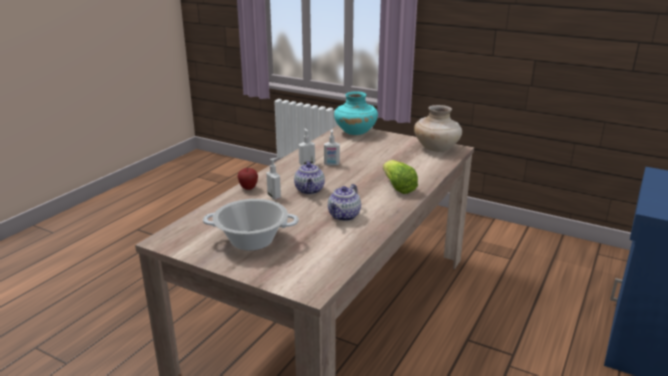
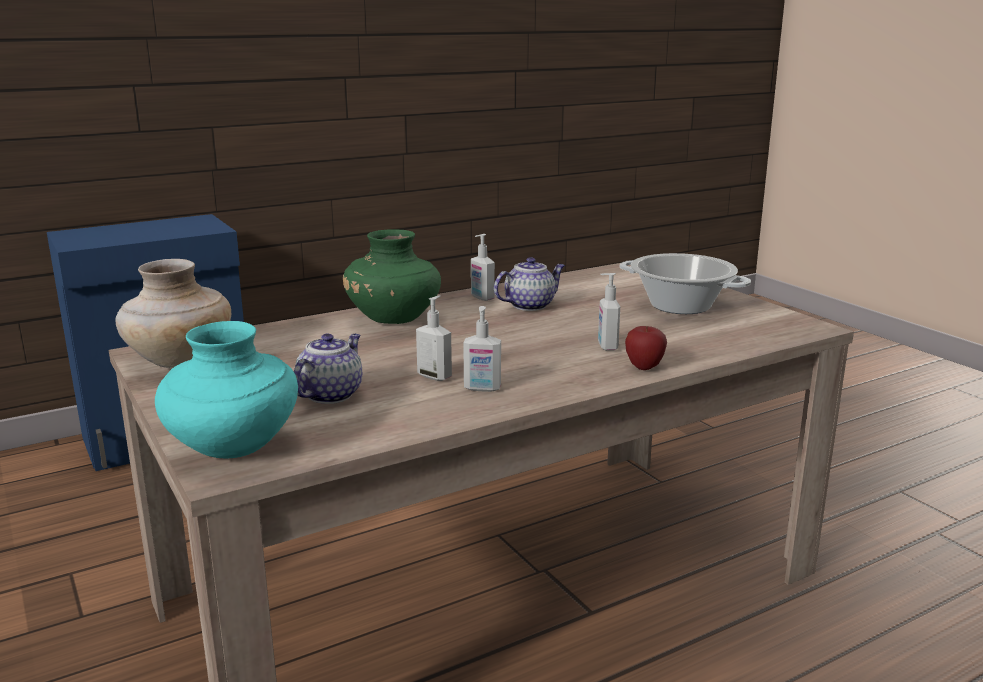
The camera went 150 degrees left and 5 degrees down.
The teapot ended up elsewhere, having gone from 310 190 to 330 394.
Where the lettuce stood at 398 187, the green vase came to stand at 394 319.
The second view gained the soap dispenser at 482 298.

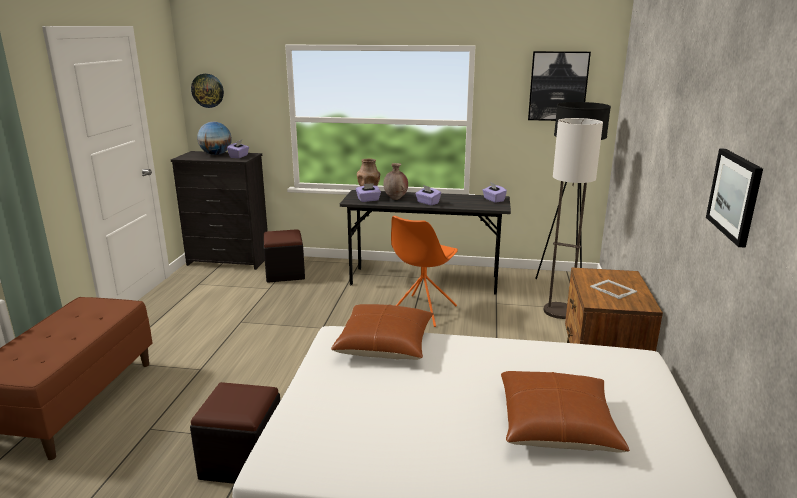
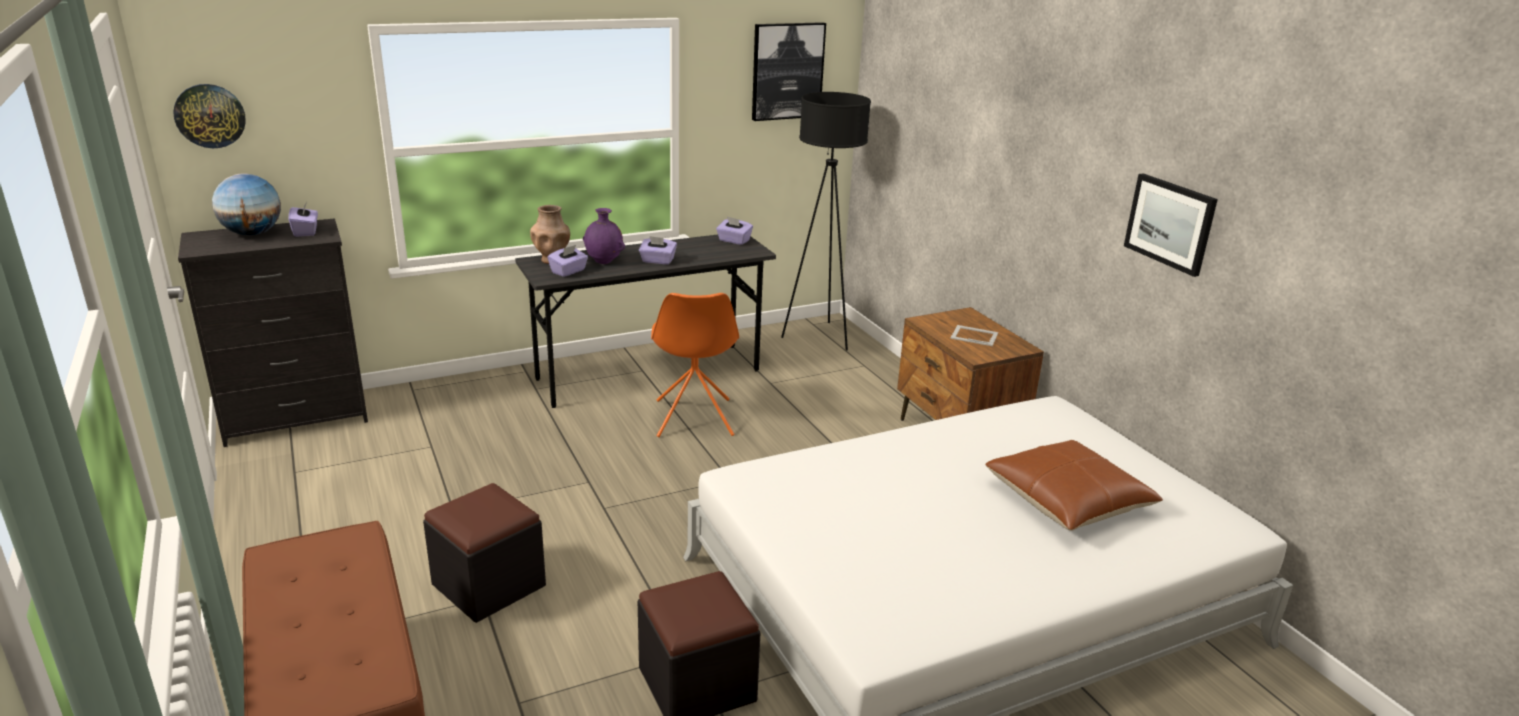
The camera went 35 degrees left and 5 degrees up.
The black ottoman ended up elsewhere, having gone from 285 273 to 489 585.
What was the brown vase at 396 198 turned into the purple vase at 604 262.
The second view lost the brown pillow at 385 344.
The second view lost the floor lamp at 559 311.

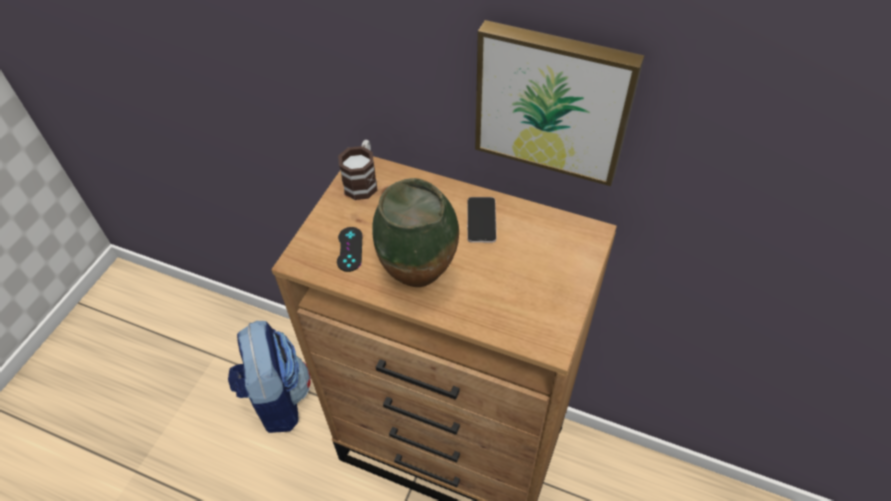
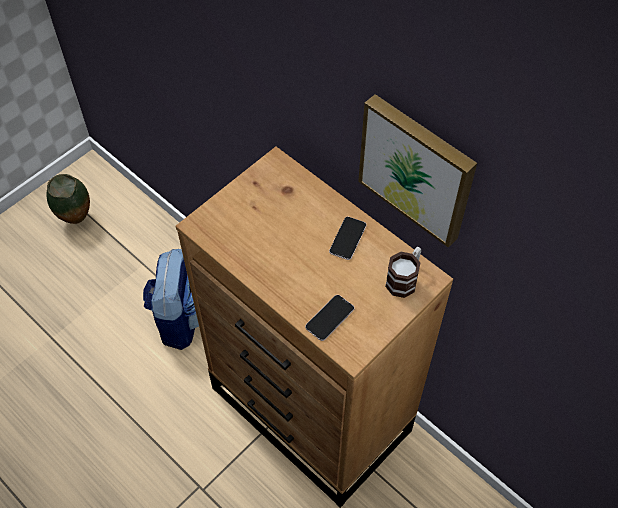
The camera went 20 degrees right and 5 degrees up.
The vase ended up elsewhere, having gone from 420 281 to 77 221.
The second view gained the phone at 329 318.
The mug ended up elsewhere, having gone from 363 181 to 404 279.
The second view lost the black game controller at 349 249.

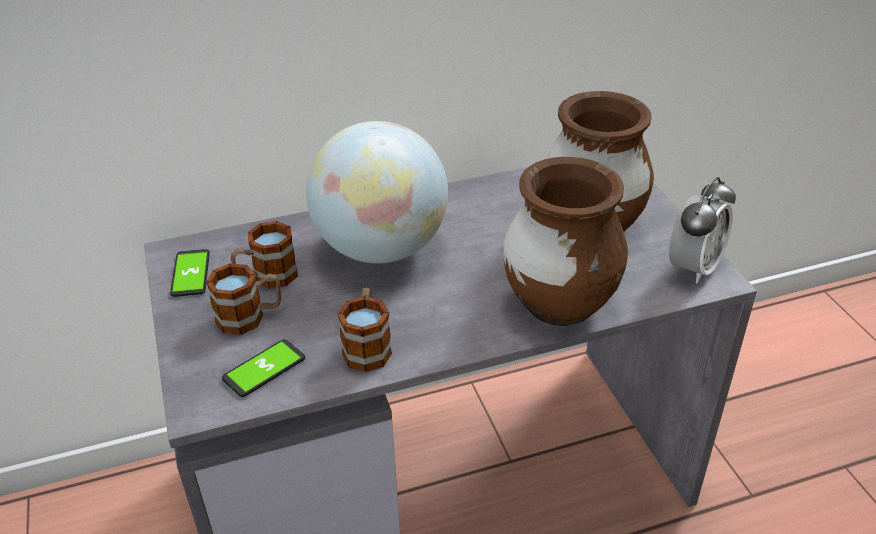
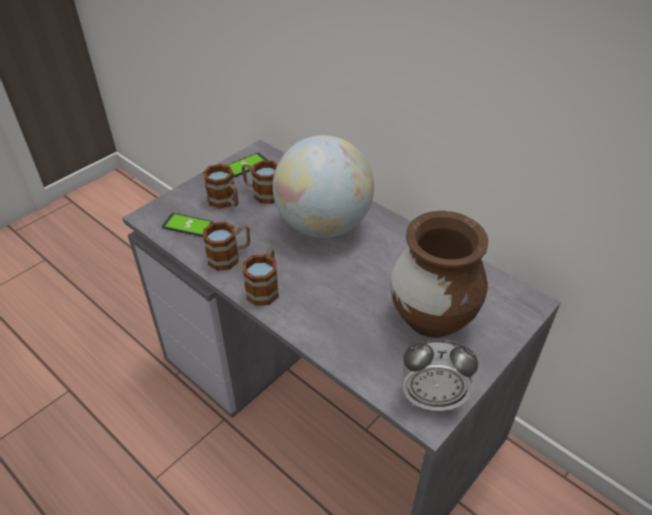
The camera went 60 degrees right and 5 degrees up.
The second view gained the mug at 265 287.
The second view lost the brown vase at 559 304.

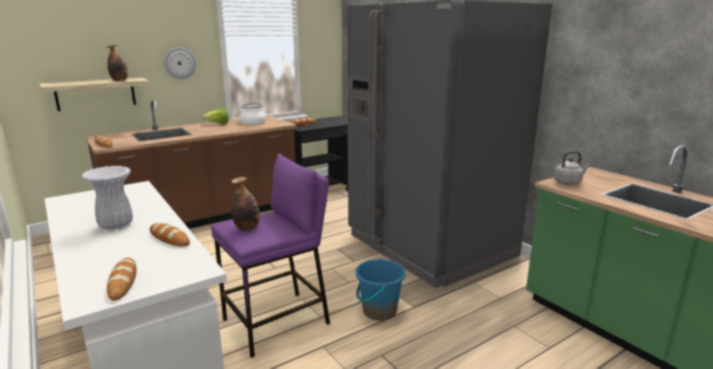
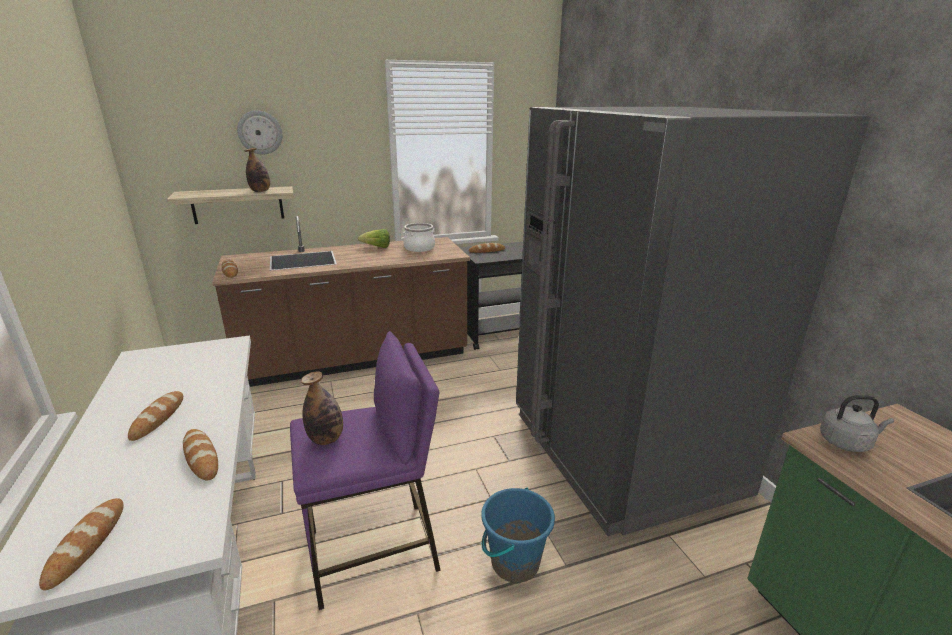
The camera went 15 degrees right and 5 degrees up.
Where the white vase stood at 115 225, the bread came to stand at 158 418.
The wall clock ended up elsewhere, having gone from 180 63 to 260 132.

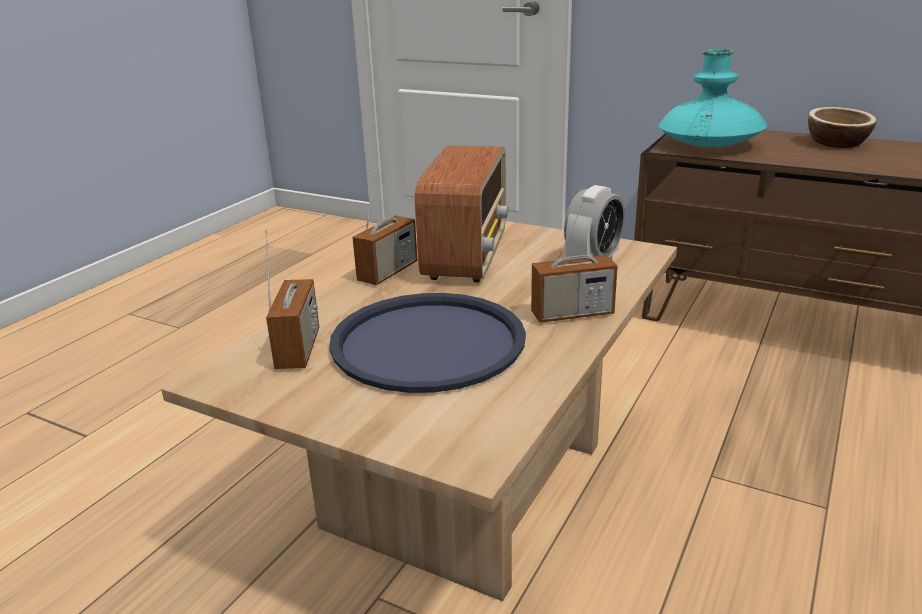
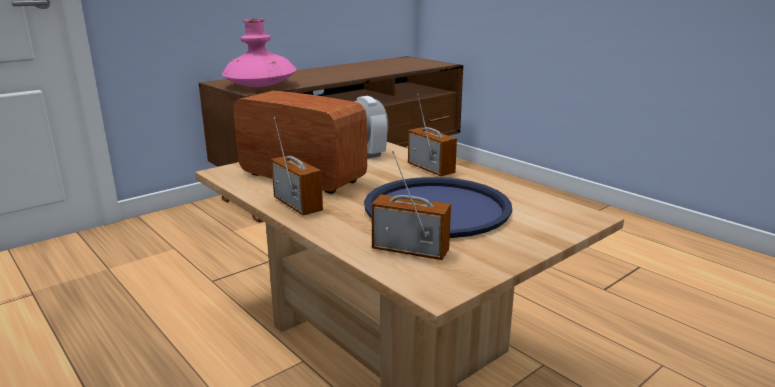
The camera went 70 degrees left and 5 degrees down.
What was the turquoise vase at 709 145 turned into the pink vase at 260 86.
The radio at 572 314 ended up facing another way, 45 degrees counterclockwise from before.
The second view lost the bowl at 836 143.

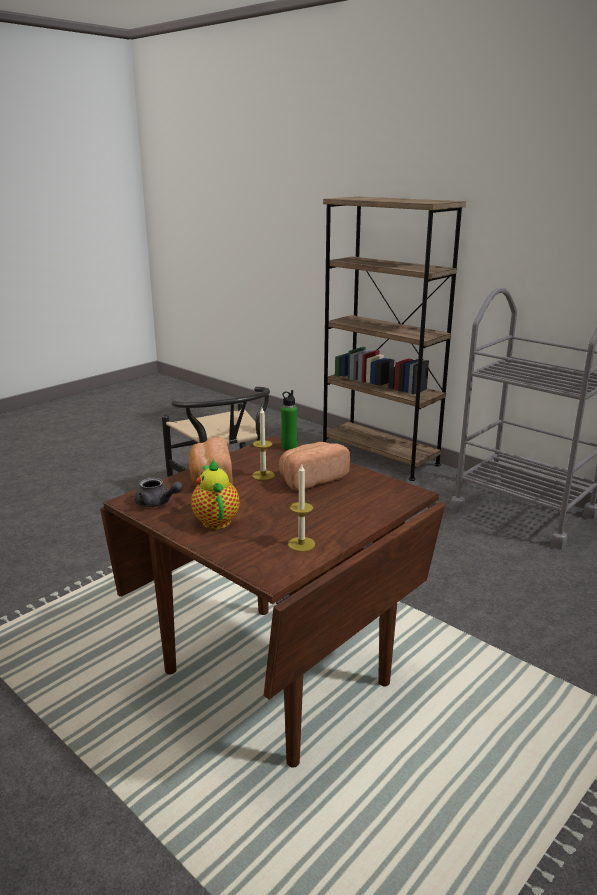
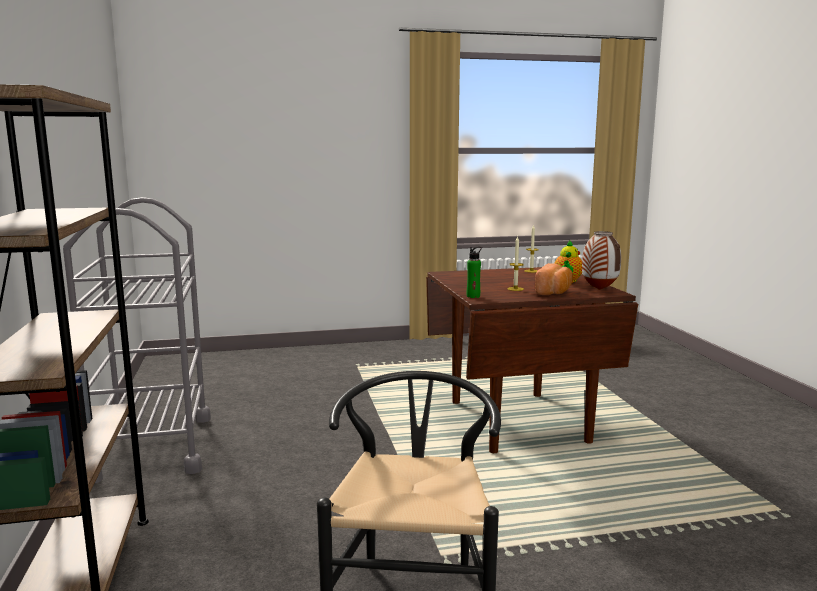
The camera went 145 degrees left and 10 degrees down.
Where the grey teapot stood at 157 503, the vase came to stand at 598 289.
The second view lost the bread at 311 479.

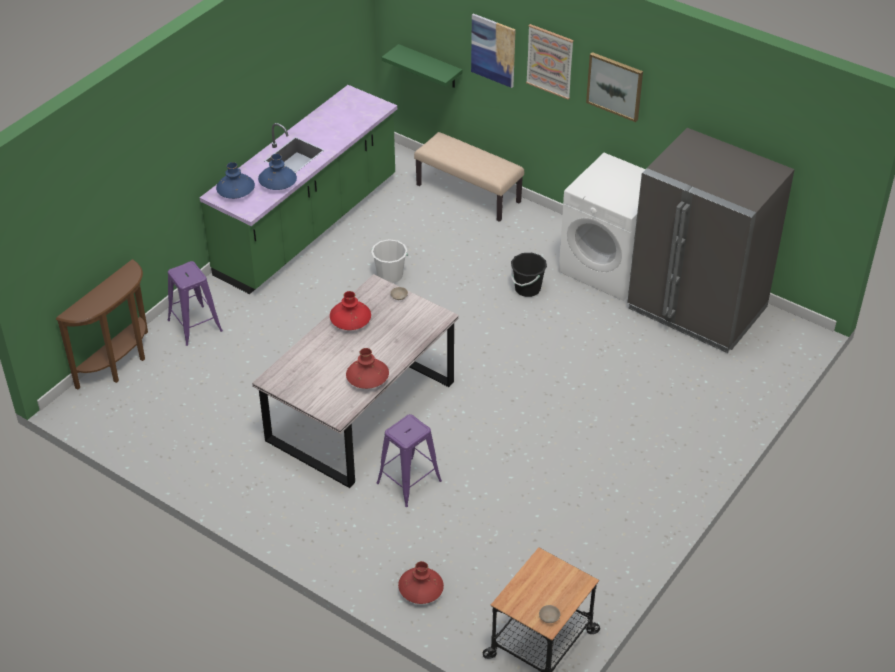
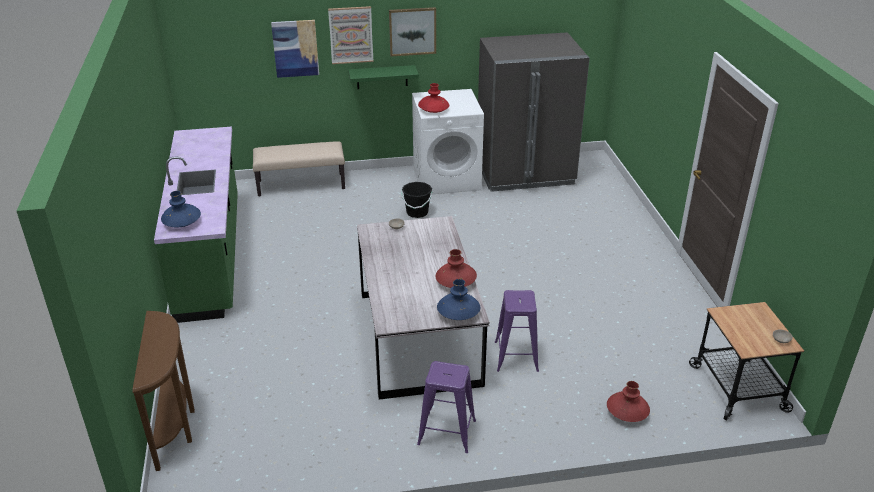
The camera went 45 degrees left and 10 degrees down.
The green shelf ended up elsewhere, having gone from 430 67 to 382 77.
The purple stool ended up elsewhere, having gone from 194 325 to 447 432.
The red vase ended up elsewhere, having gone from 350 321 to 433 110.
The blue vase ended up elsewhere, having gone from 278 184 to 458 313.
The second view lost the white bucket at 390 275.

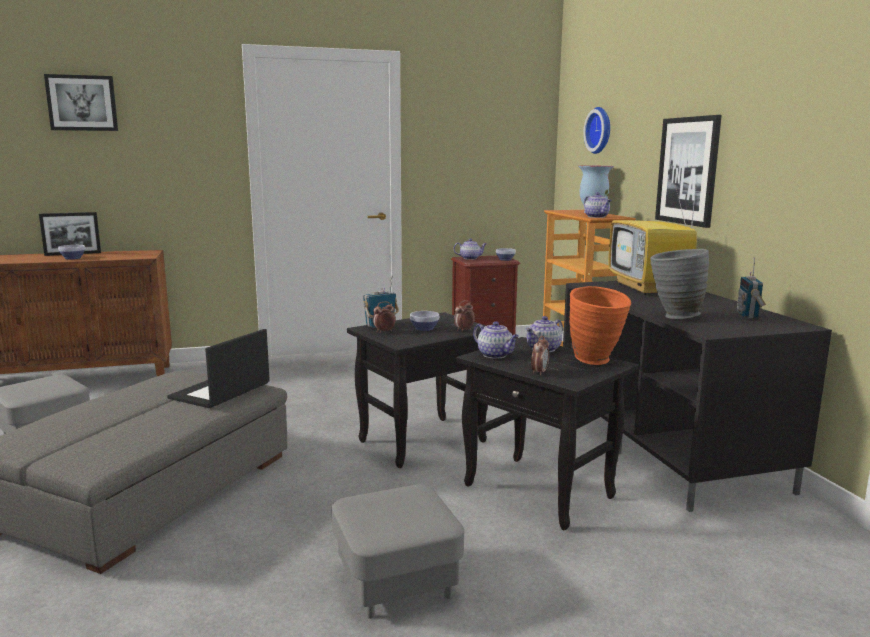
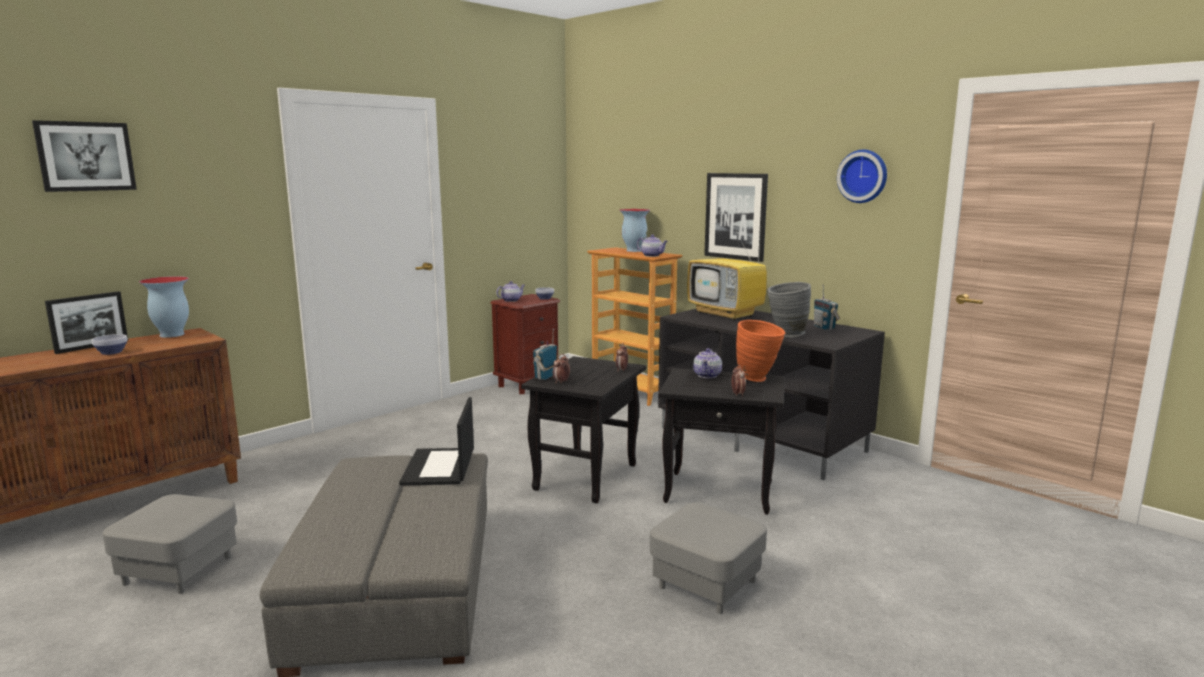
The camera went 30 degrees left and 0 degrees up.
The second view gained the vase at 171 335.
The wall clock ended up elsewhere, having gone from 600 130 to 863 176.
The second view lost the bowl at 425 329.
The second view lost the teapot at 495 355.

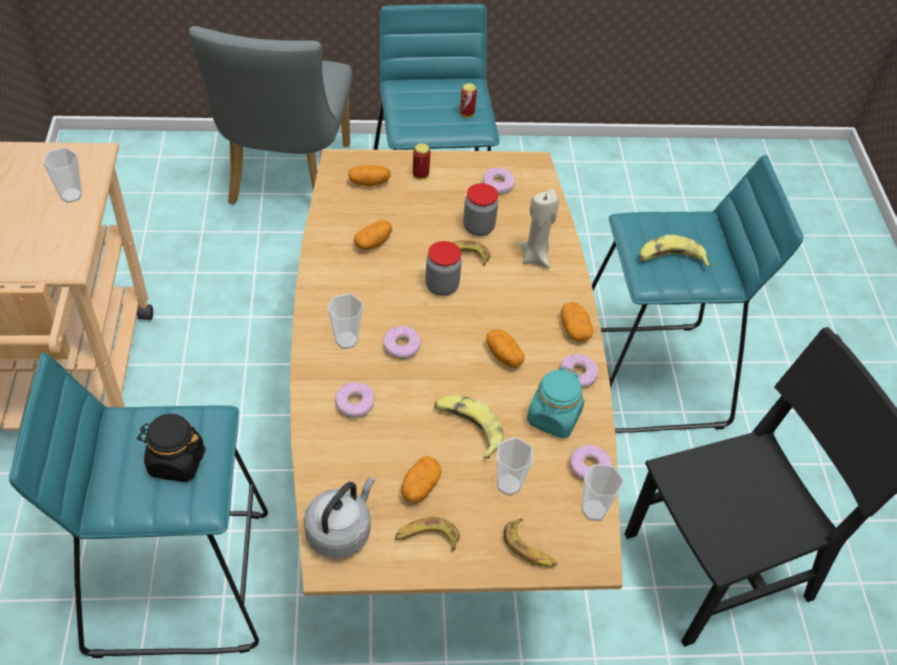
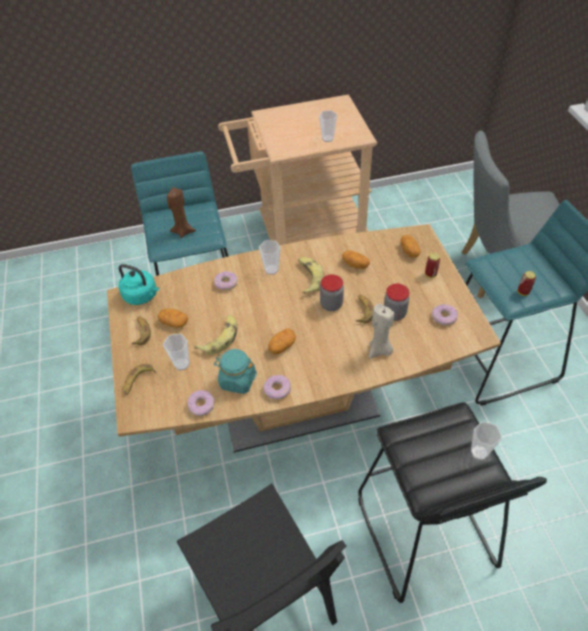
The camera went 85 degrees right and 0 degrees up.
What was the grey kettle at 340 531 turned into the turquoise kettle at 142 296.
Where the black jar stood at 176 461, the brown candle came to stand at 183 231.
The banana ended up elsewhere, having gone from 670 259 to 309 277.
What was the turquoise stool at 649 379 turned into the black stool at 423 532.
The cup ended up elsewhere, having gone from 594 510 to 479 452.
The second view lost the donut at 401 346.
The second view lost the potato at 574 329.

